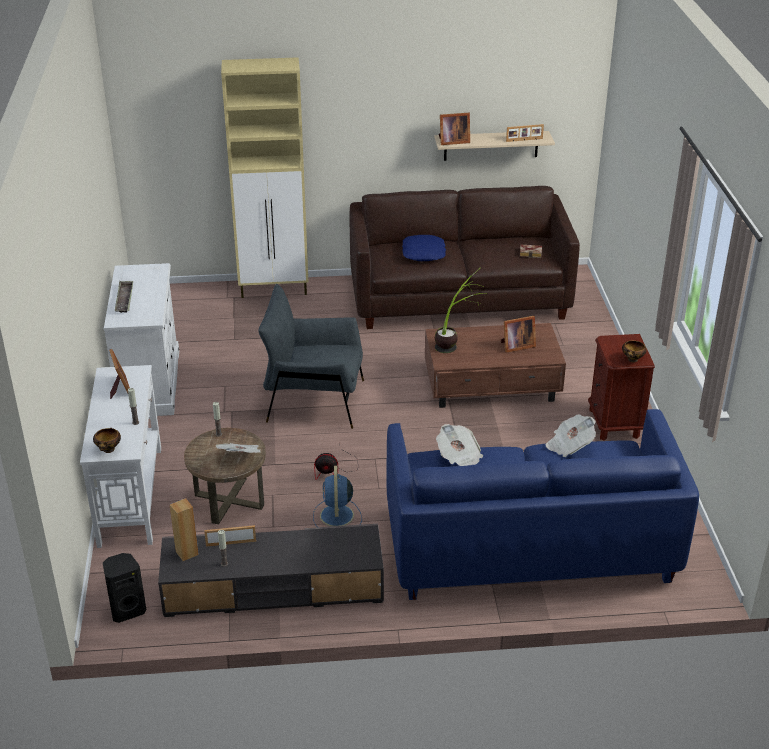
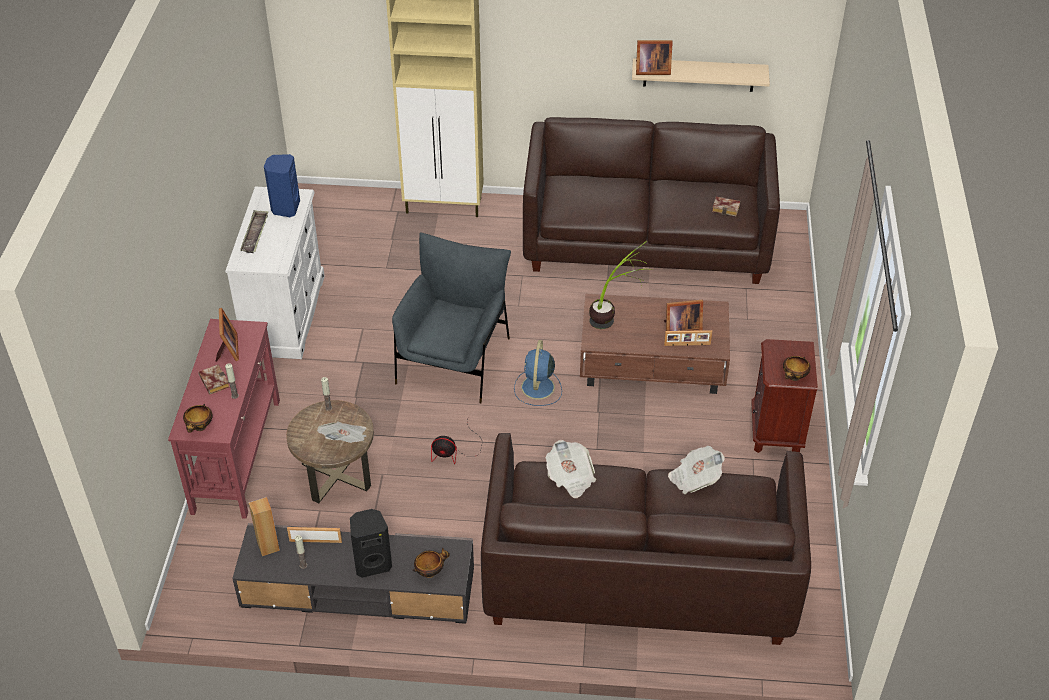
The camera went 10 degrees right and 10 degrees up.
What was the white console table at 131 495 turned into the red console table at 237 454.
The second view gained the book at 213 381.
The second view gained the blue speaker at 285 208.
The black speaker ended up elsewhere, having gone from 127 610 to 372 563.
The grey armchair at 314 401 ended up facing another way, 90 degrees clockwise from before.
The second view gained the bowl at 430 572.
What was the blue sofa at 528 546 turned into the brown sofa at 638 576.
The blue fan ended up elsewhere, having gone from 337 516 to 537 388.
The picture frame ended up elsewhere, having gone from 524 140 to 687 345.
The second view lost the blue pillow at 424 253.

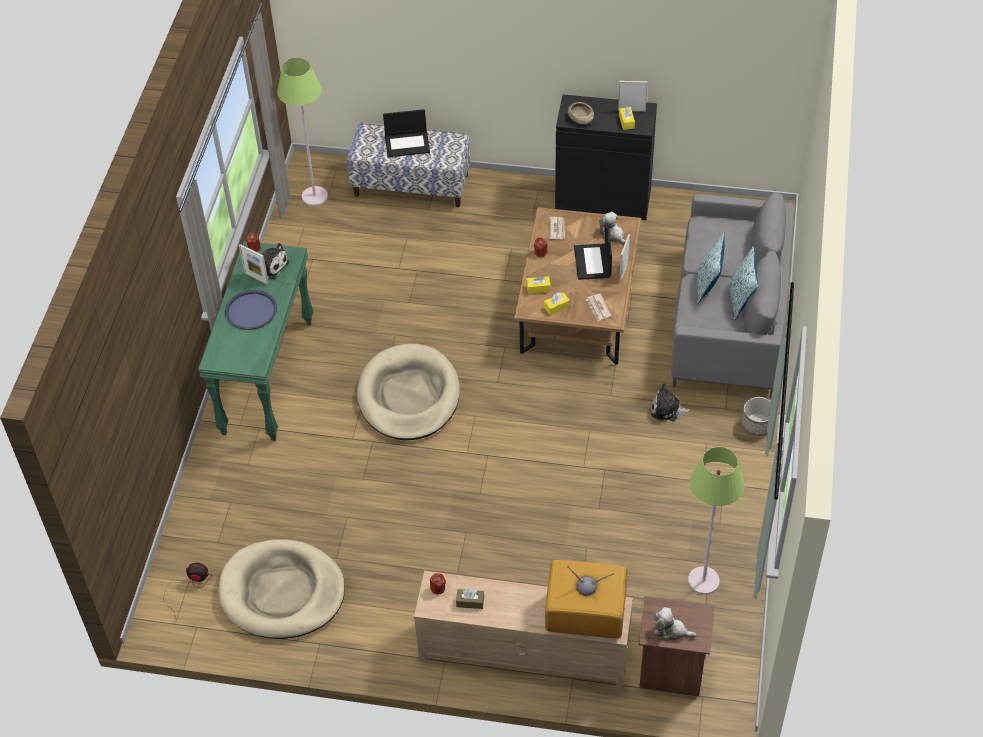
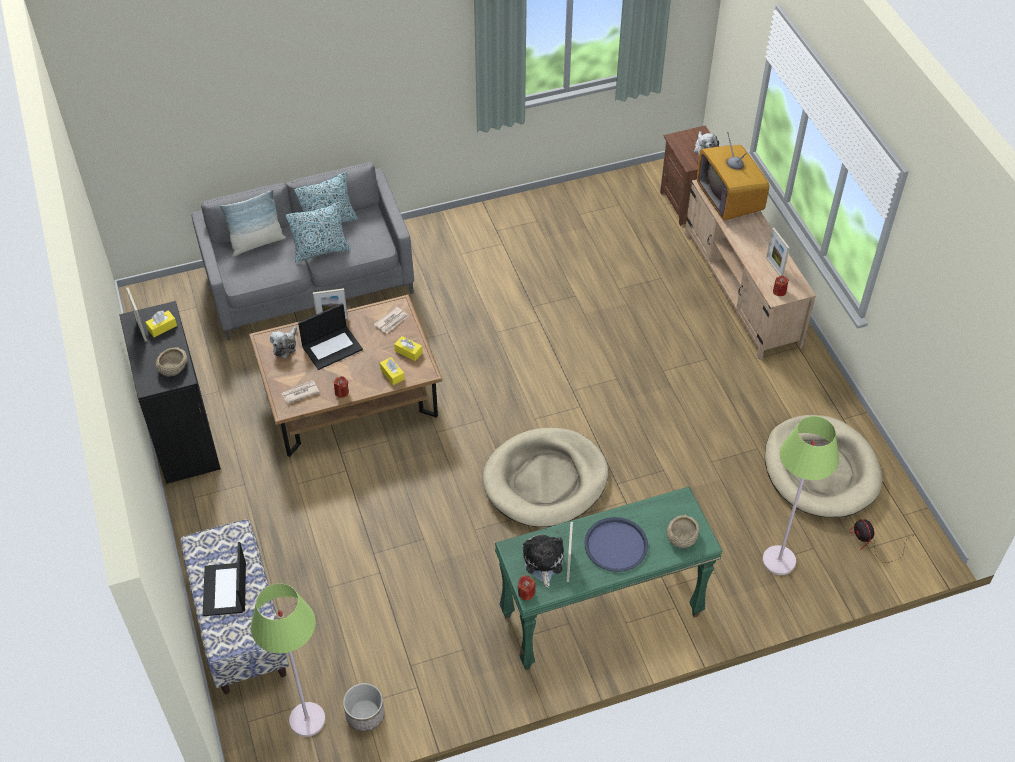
The camera went 120 degrees left and 0 degrees up.
The laptop at 407 144 ended up facing another way, 150 degrees counterclockwise from before.
The second view gained the pillow at 257 243.
The planter ended up elsewhere, having gone from 757 425 to 365 715.
The second view gained the beige bowl at 681 536.
The green floor lamp ended up elsewhere, having gone from 703 581 to 779 561.
Where the brown tissue box stood at 470 602, the picture frame came to stand at 774 267.
The second view lost the plush toy at 667 409.

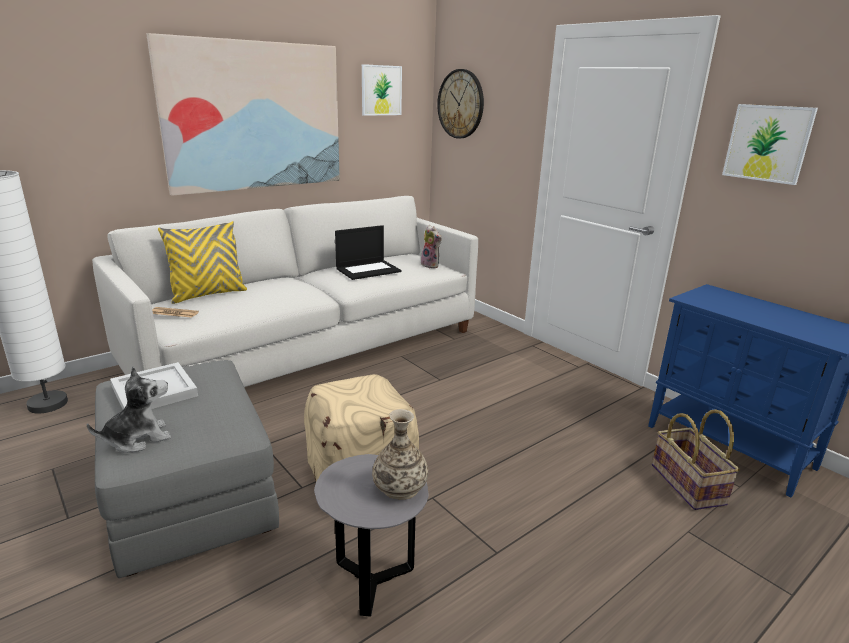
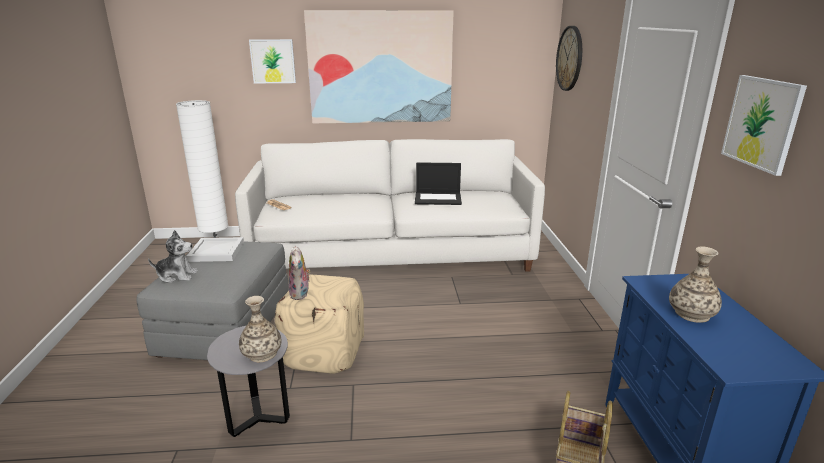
The camera went 35 degrees right and 0 degrees up.
The picture ended up elsewhere, having gone from 381 90 to 273 61.
The plush toy ended up elsewhere, having gone from 431 265 to 301 294.
The second view gained the vase at 691 314.
The second view lost the yellow pillow at 208 294.

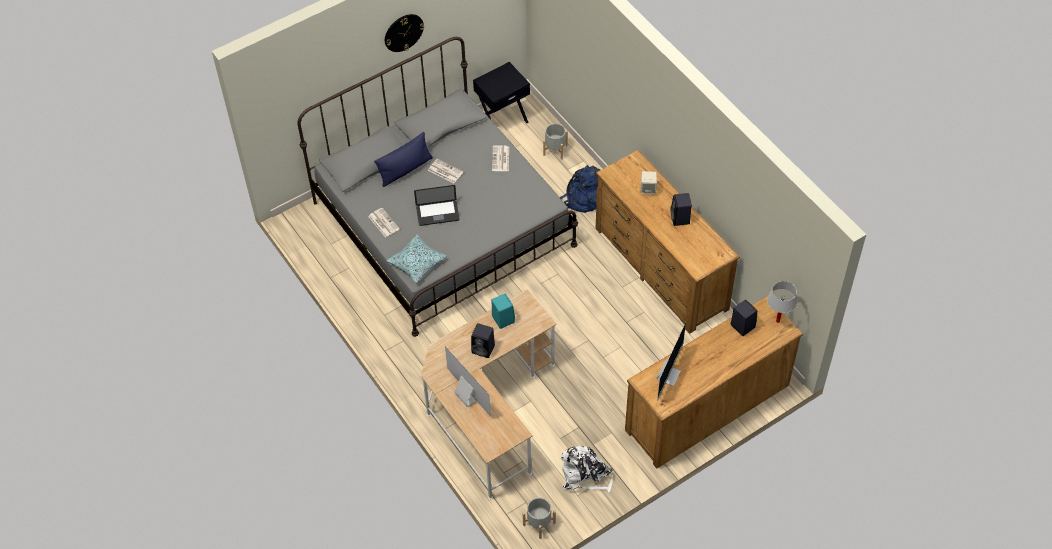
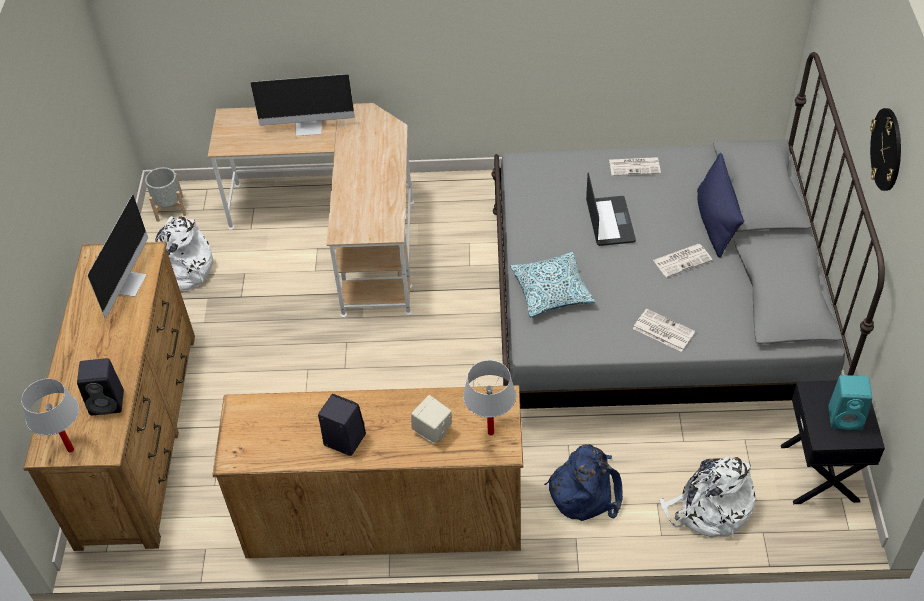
The camera went 125 degrees right and 5 degrees down.
The monitor at 668 375 ended up facing another way, 135 degrees counterclockwise from before.
The second view gained the white table lamp at 490 432.
The pillow ended up elsewhere, having gone from 417 262 to 551 291.
The laptop at 437 213 ended up facing another way, 150 degrees clockwise from before.
Where the grey planter stood at 555 150, the white backpack came to stand at 709 509.
The turquoise speaker ended up elsewhere, having gone from 502 319 to 846 417.
The second view lost the black speaker at 484 349.

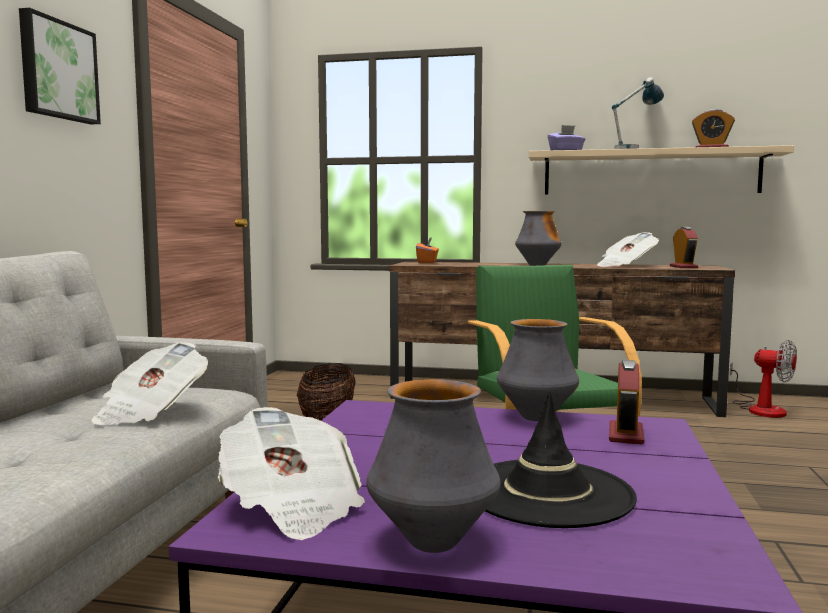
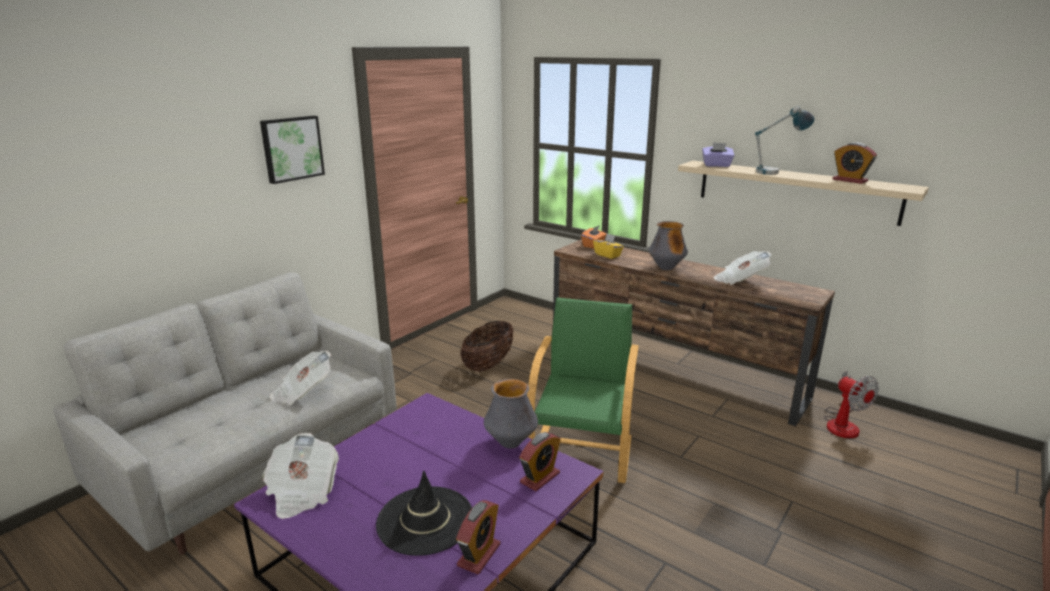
The camera went 25 degrees right and 15 degrees up.
The alarm clock ended up elsewhere, having gone from 683 267 to 479 555.
The second view gained the yellow tissue box at 607 255.
The second view lost the vase at 432 542.

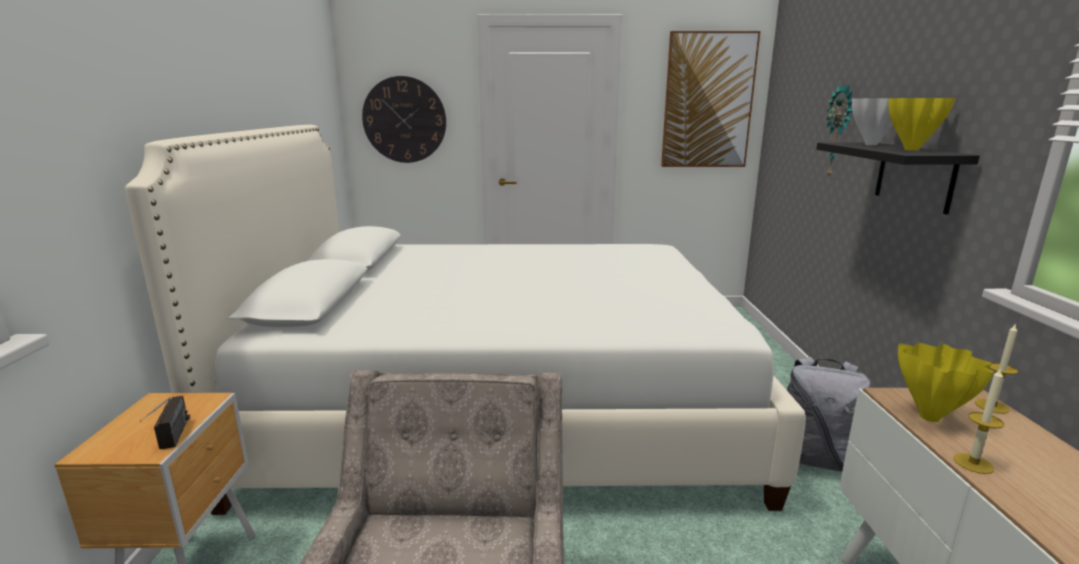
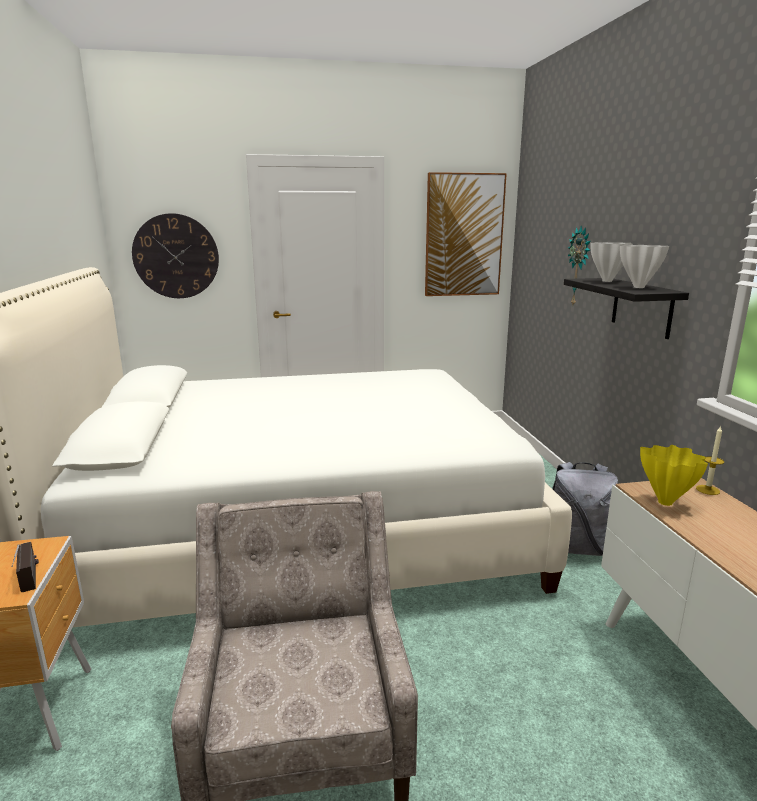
The camera went 10 degrees left and 0 degrees up.
What was the yellow vase at 912 150 turned into the white vase at 640 287.
The second view lost the candle at 973 463.

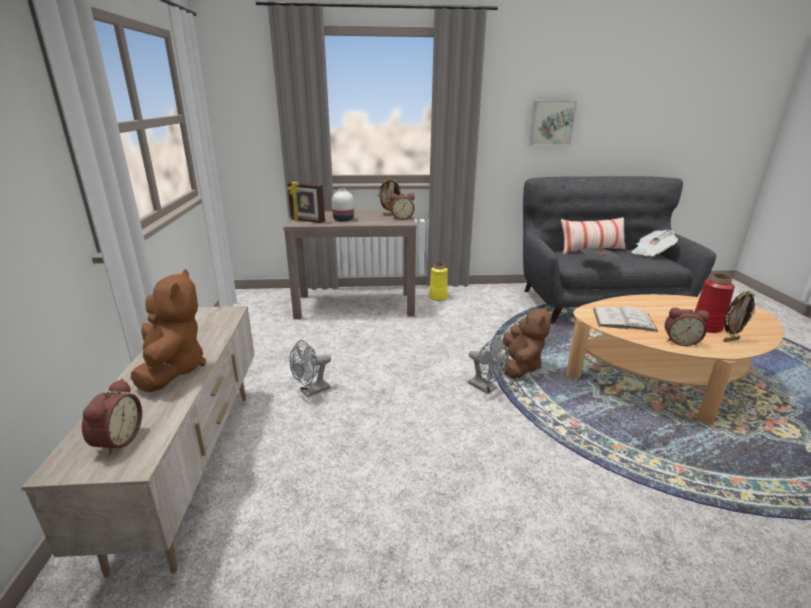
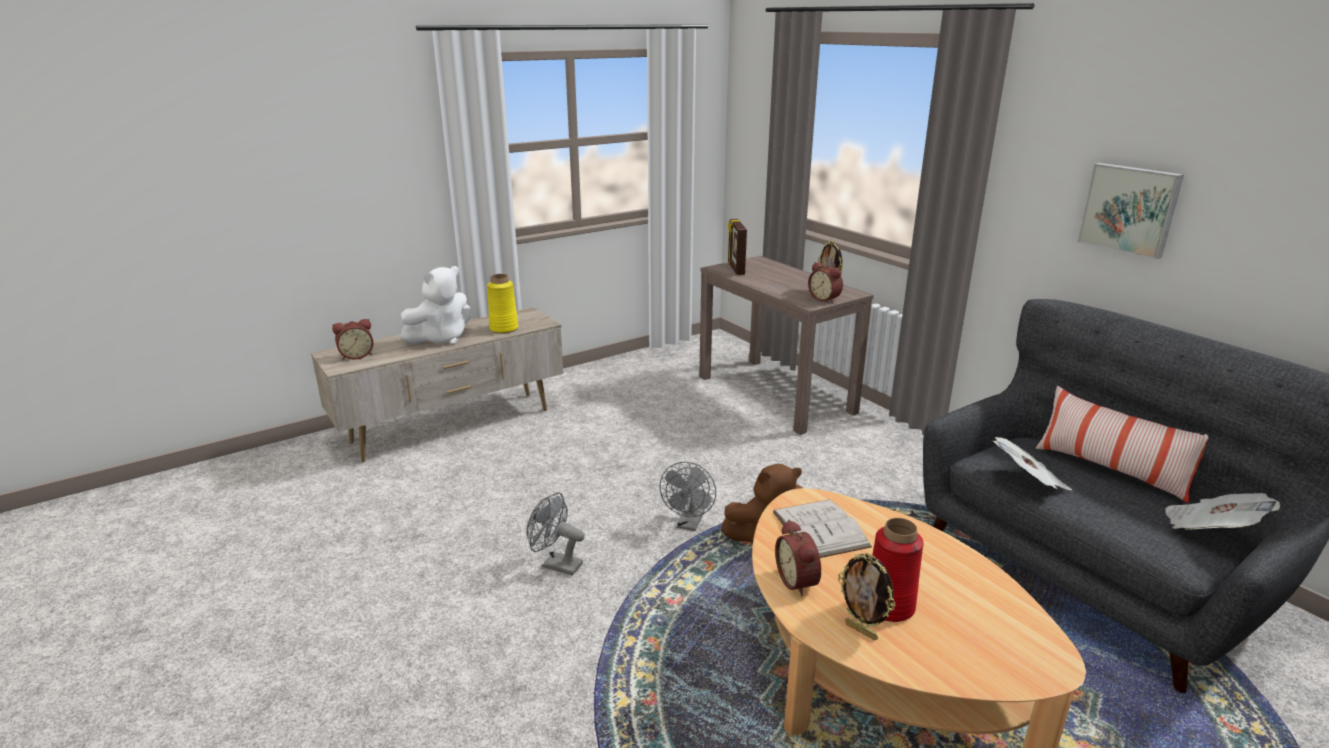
The camera went 60 degrees right and 0 degrees up.
What was the brown plush toy at 172 369 turned into the white plush toy at 441 339.
The yellow vase ended up elsewhere, having gone from 438 297 to 503 328.
The grey fan ended up elsewhere, having gone from 311 391 to 556 564.
The second view lost the white vase at 344 220.

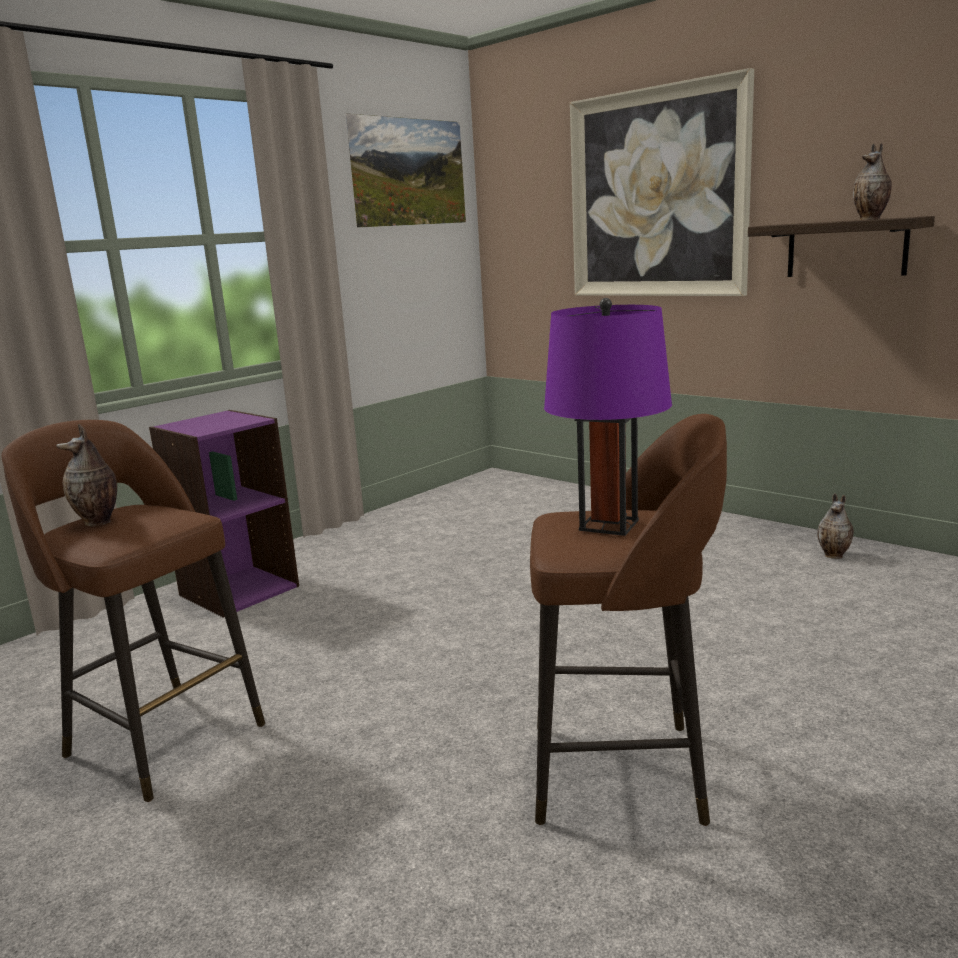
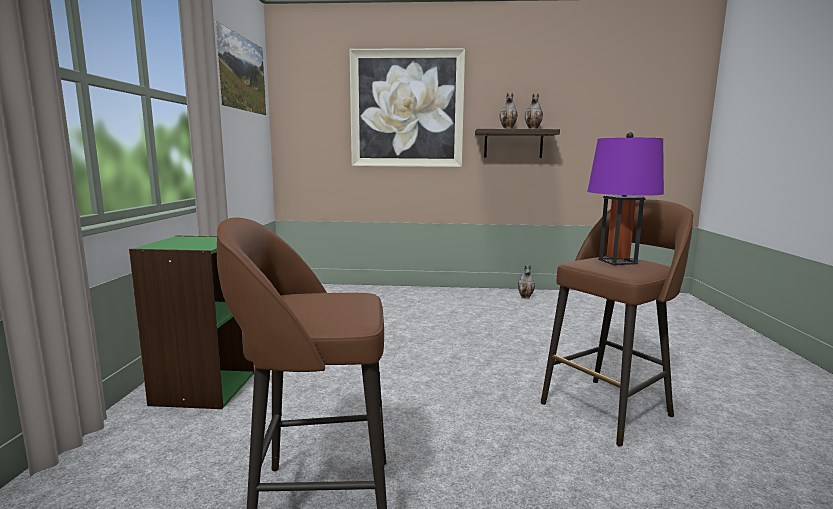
The camera went 40 degrees left and 5 degrees down.
What was the purple bookcase at 238 590 turned into the green bookcase at 203 388.
The vase ended up elsewhere, having gone from 99 522 to 508 129.

